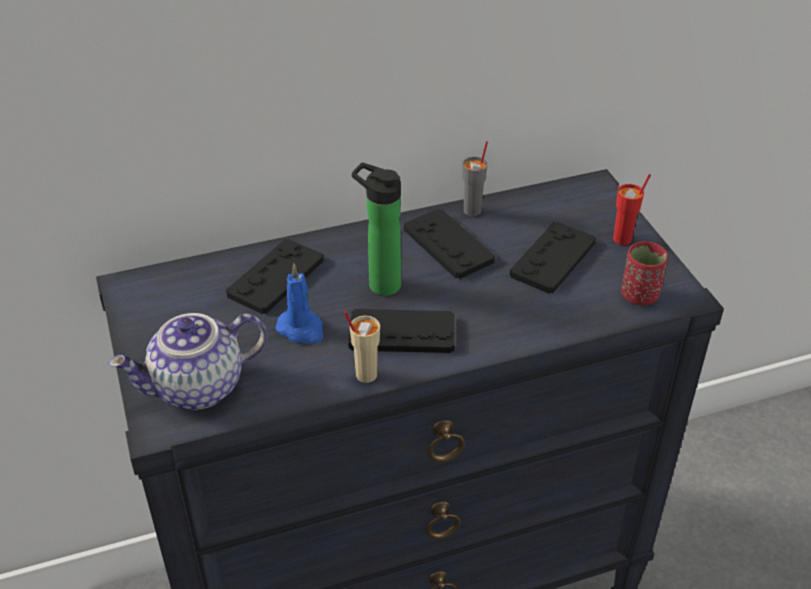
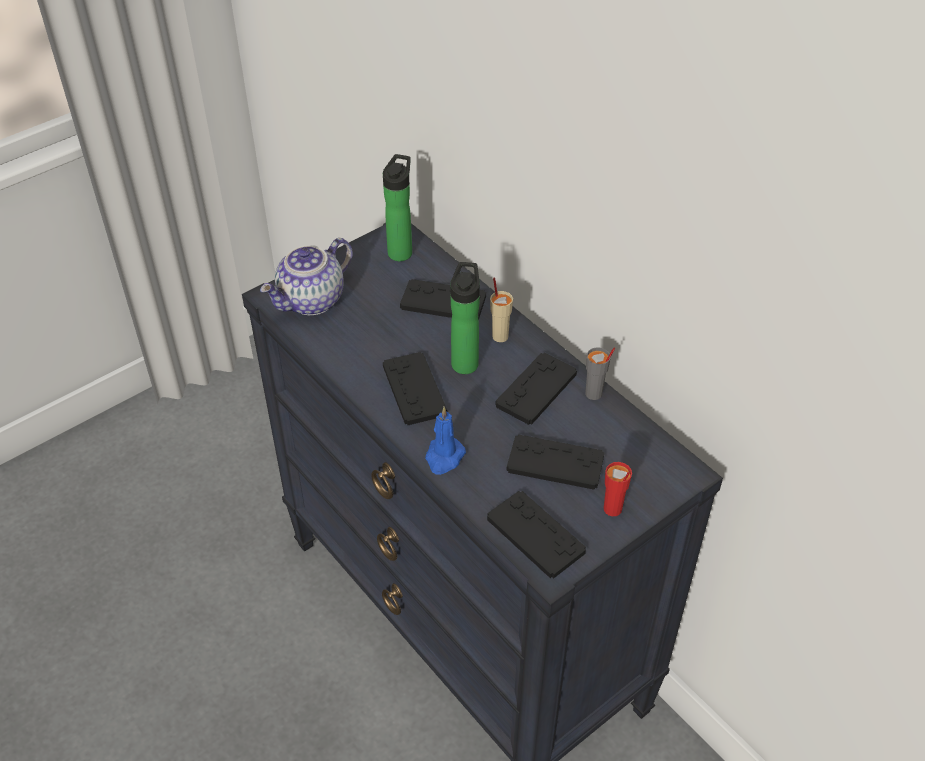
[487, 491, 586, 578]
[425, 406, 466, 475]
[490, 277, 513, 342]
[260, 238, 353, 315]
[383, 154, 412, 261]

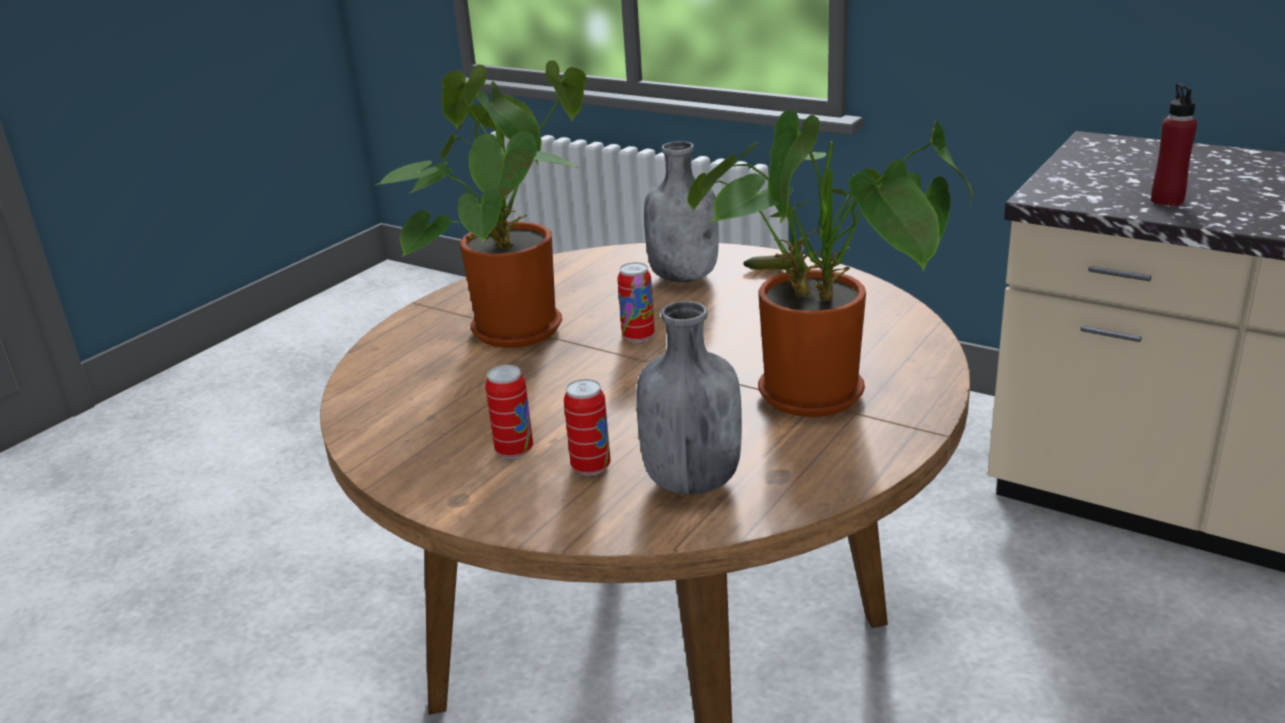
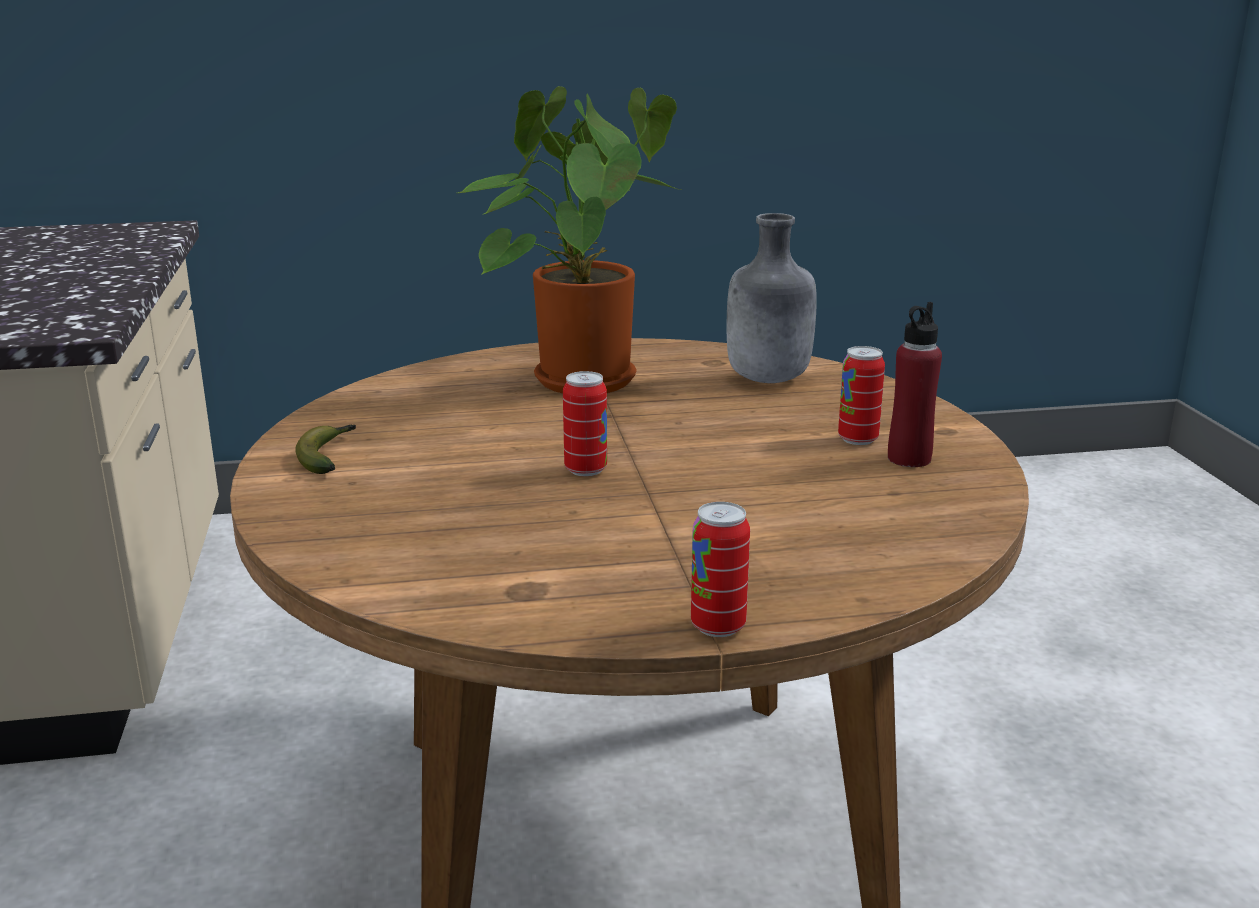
[375, 60, 587, 348] (first image)
[888, 302, 942, 467]
[644, 141, 719, 282] (first image)
[691, 502, 750, 637]

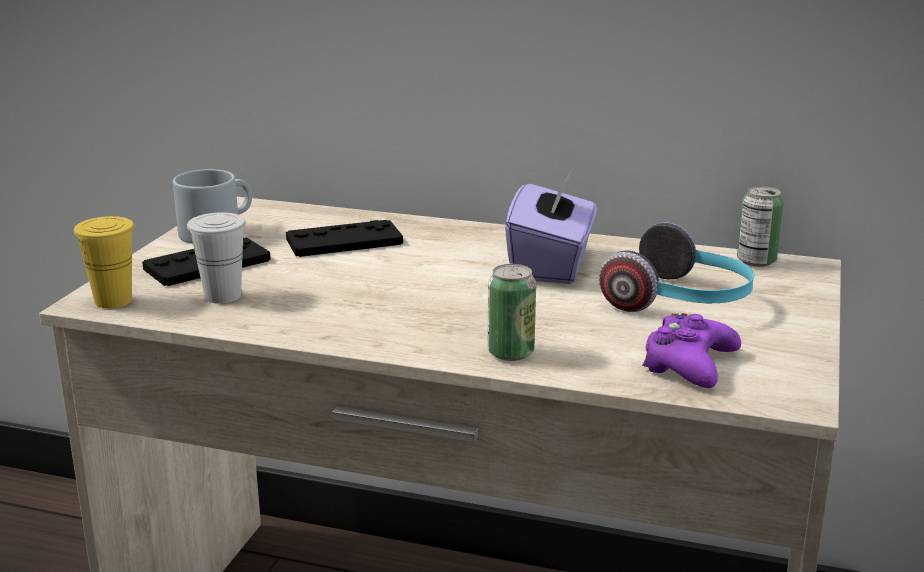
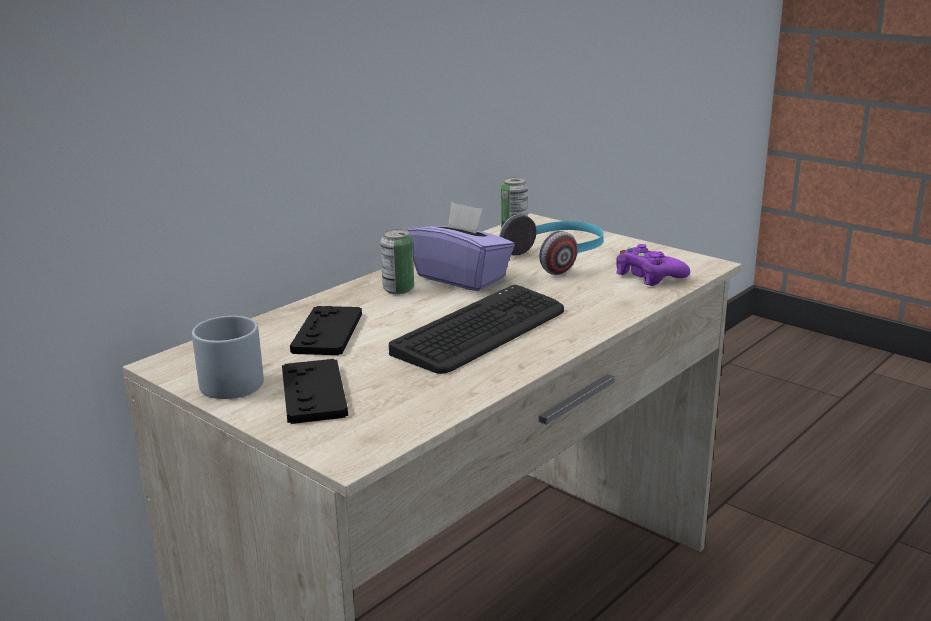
[187, 212, 246, 304] (first image)
[74, 216, 134, 308] (first image)
[380, 229, 414, 294]
[389, 285, 564, 374]

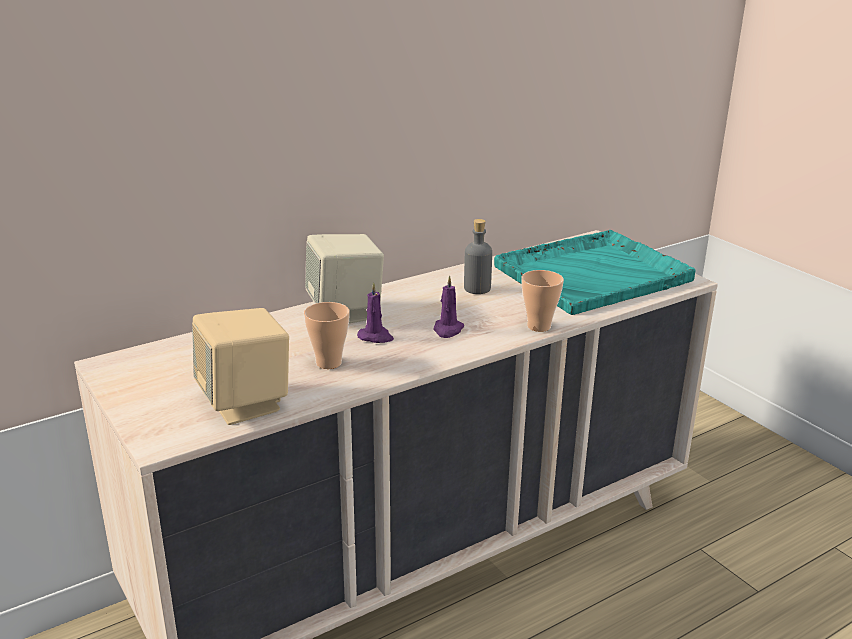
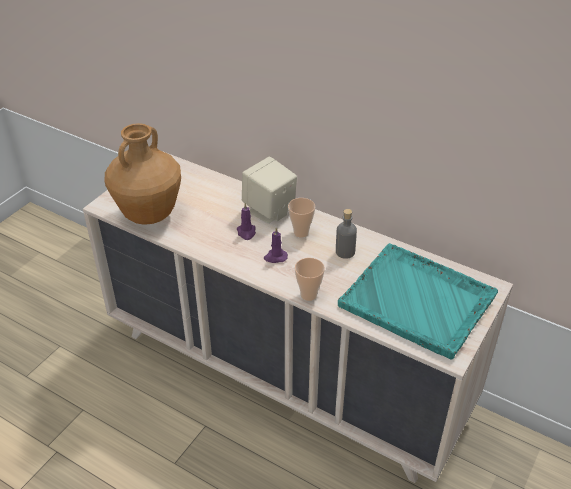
[288, 198, 315, 238]
[104, 123, 181, 225]

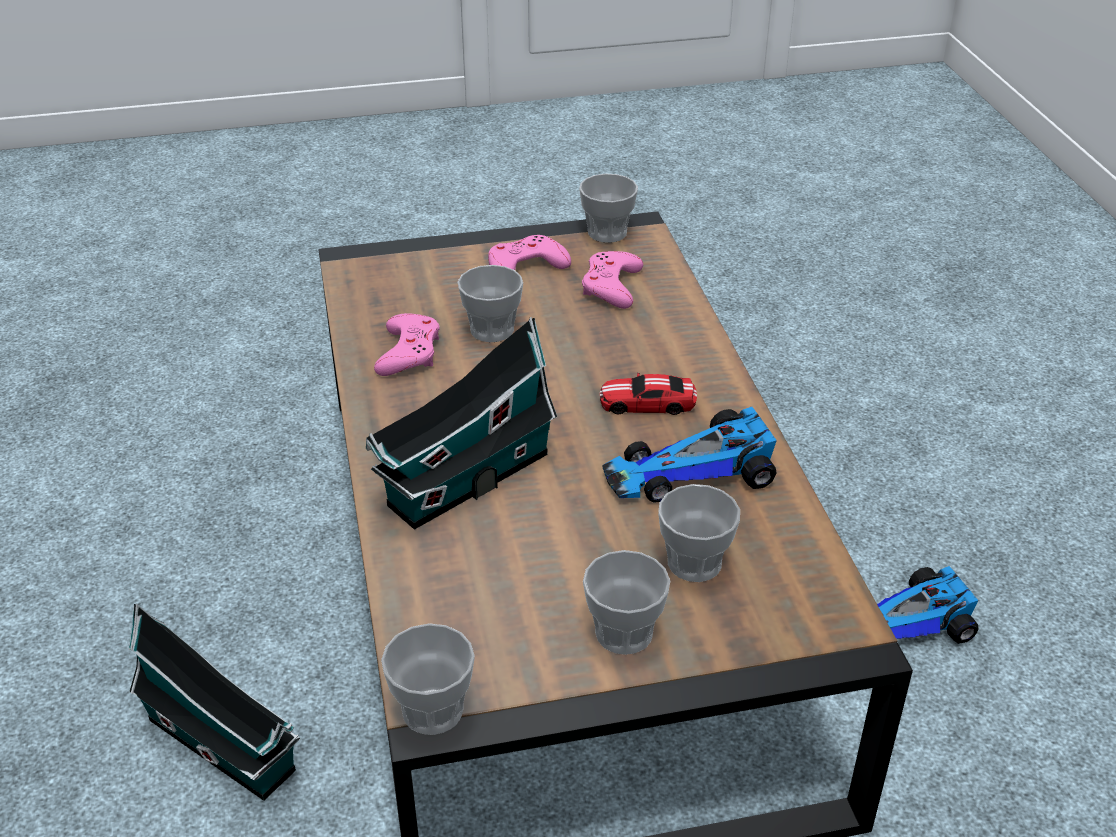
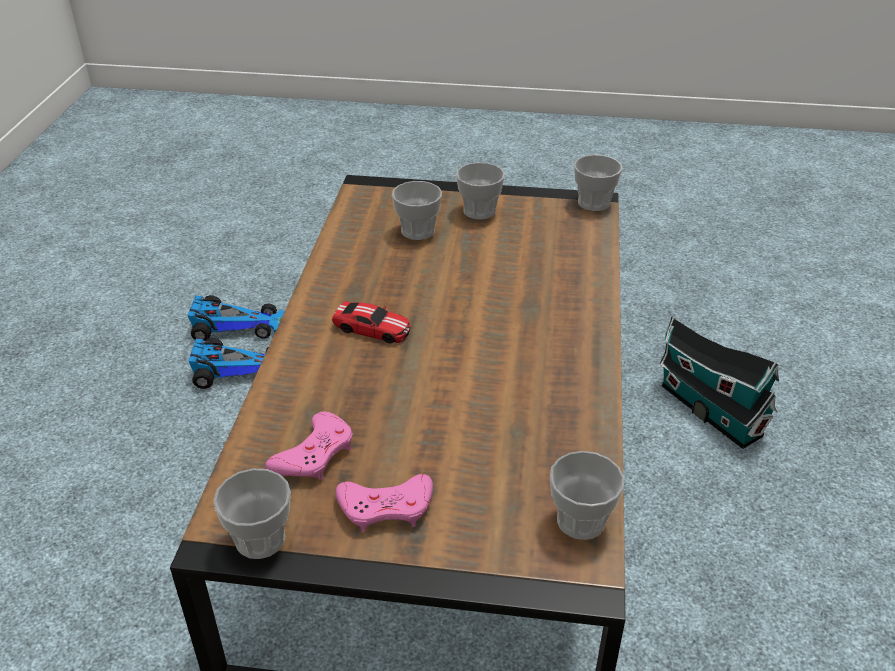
[550, 451, 624, 540]
[374, 313, 439, 376] (first image)
[366, 317, 557, 530] (first image)
[187, 295, 285, 341]

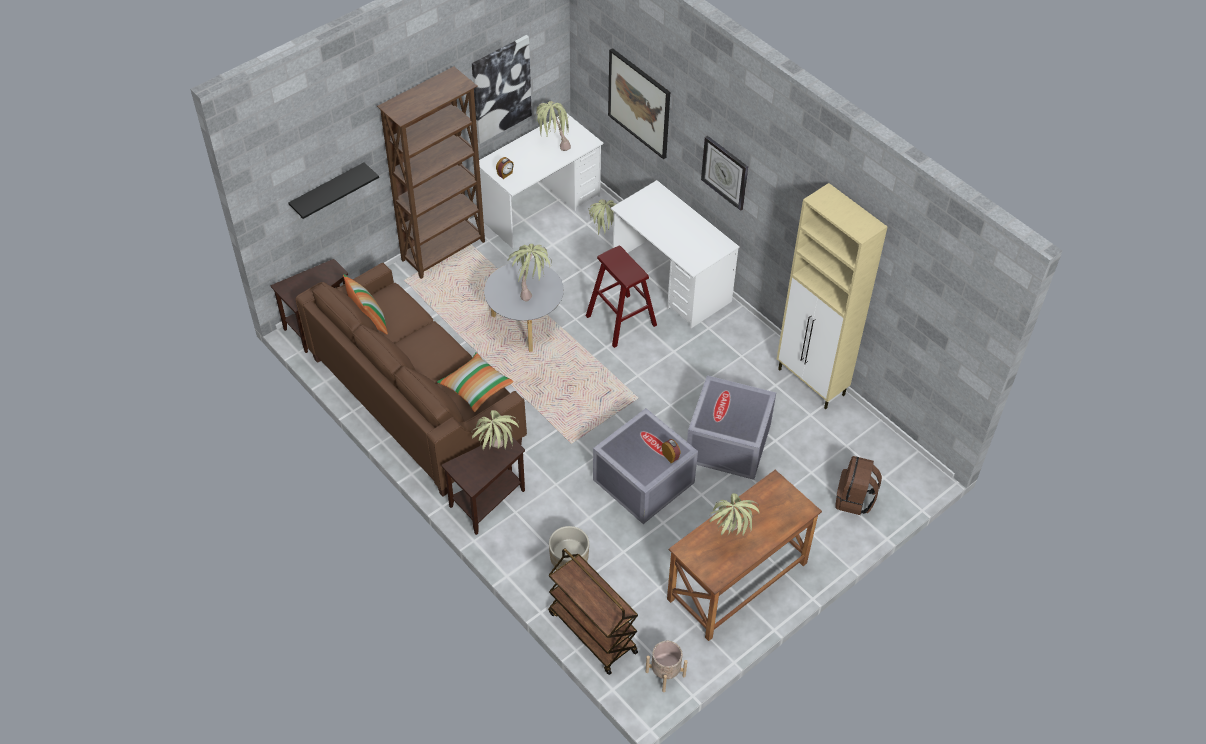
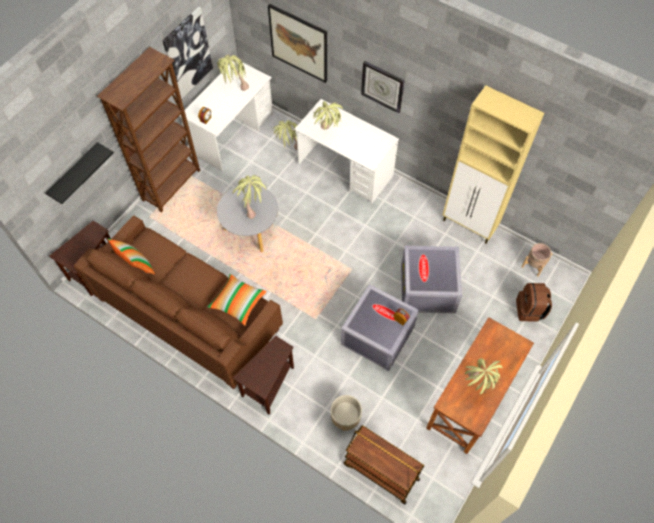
[586, 246, 657, 348] (first image)
[313, 101, 343, 130]
[522, 243, 552, 277]

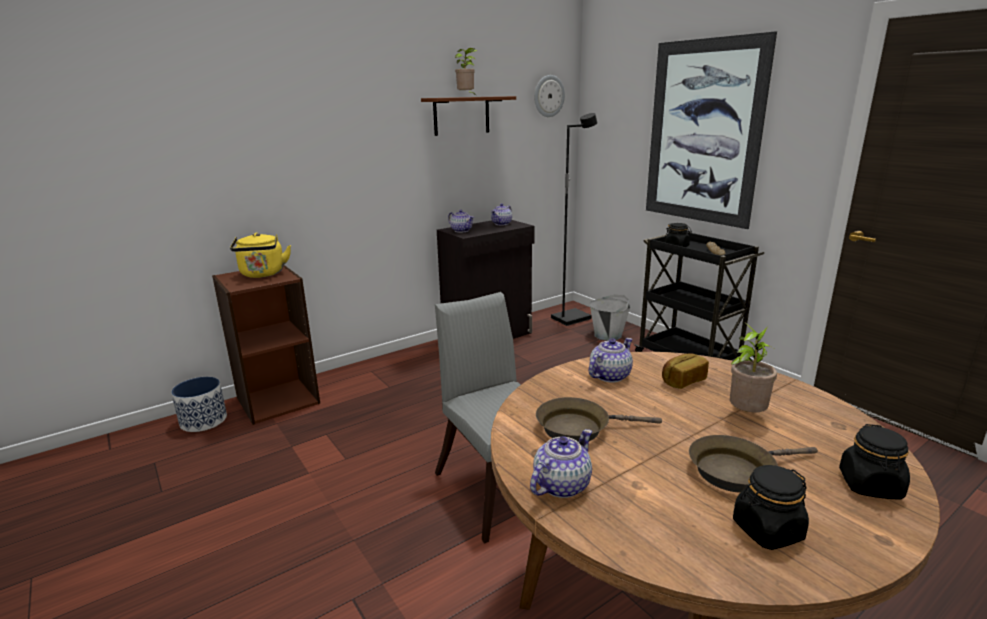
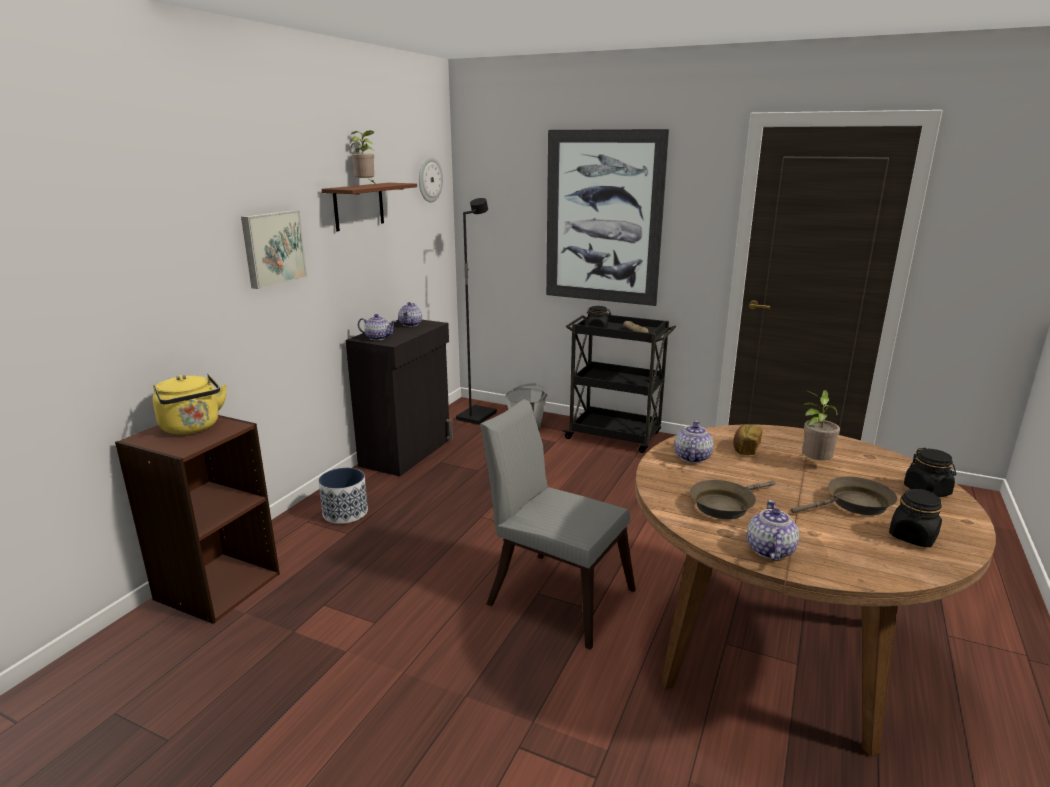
[318, 468, 368, 524]
[791, 476, 898, 515]
[241, 210, 307, 289]

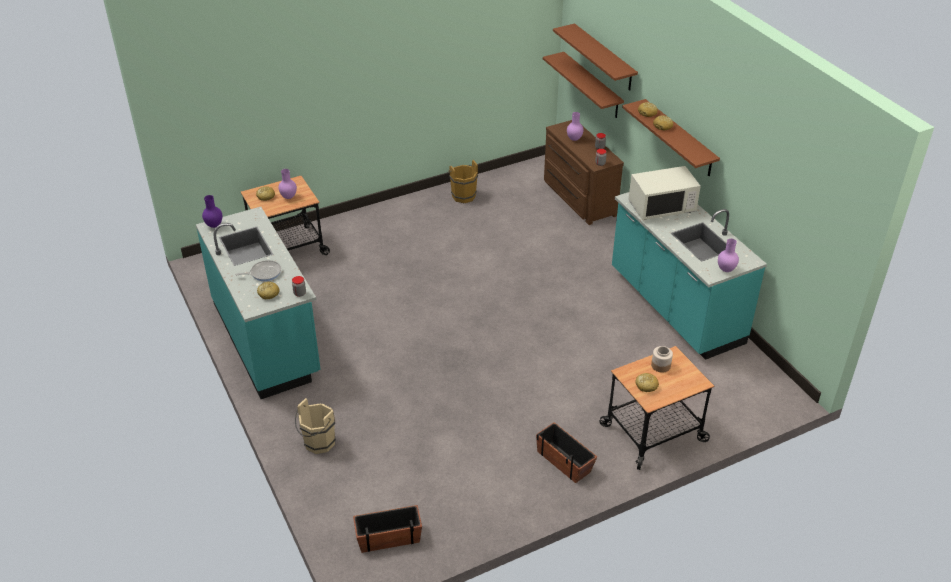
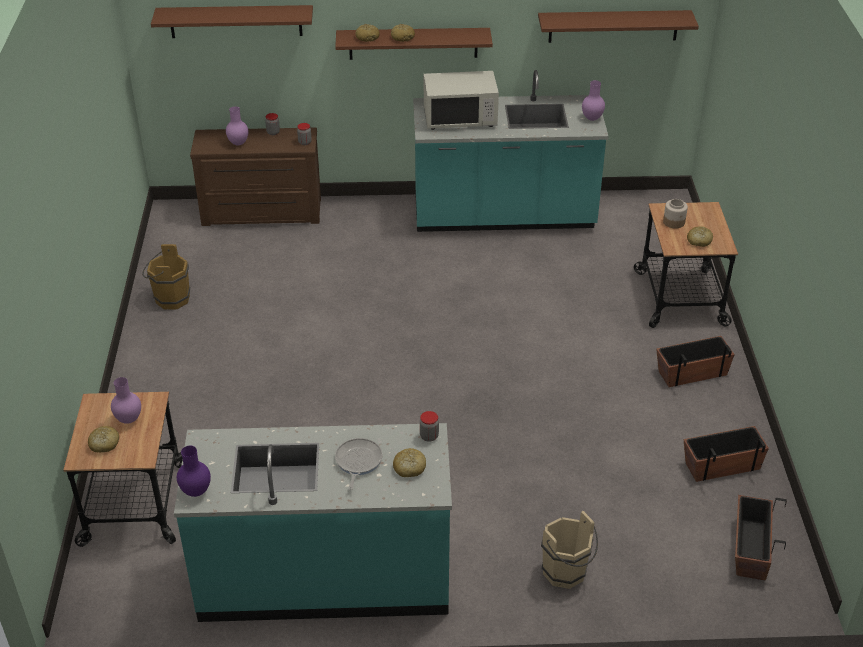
[538, 10, 699, 43]
[424, 71, 499, 130]
[684, 426, 769, 482]

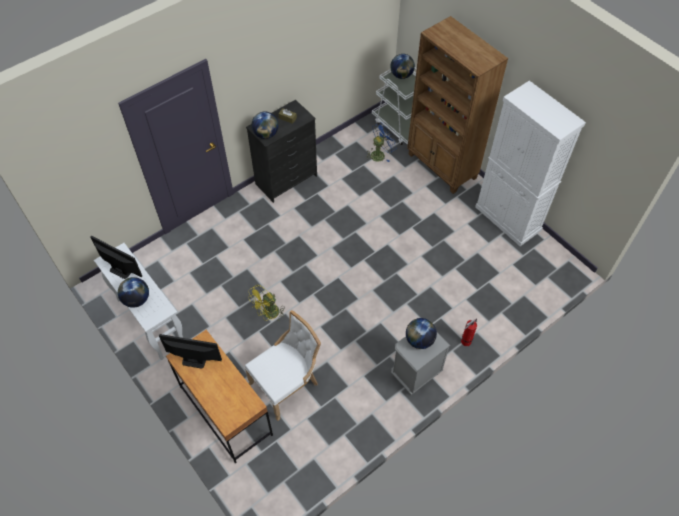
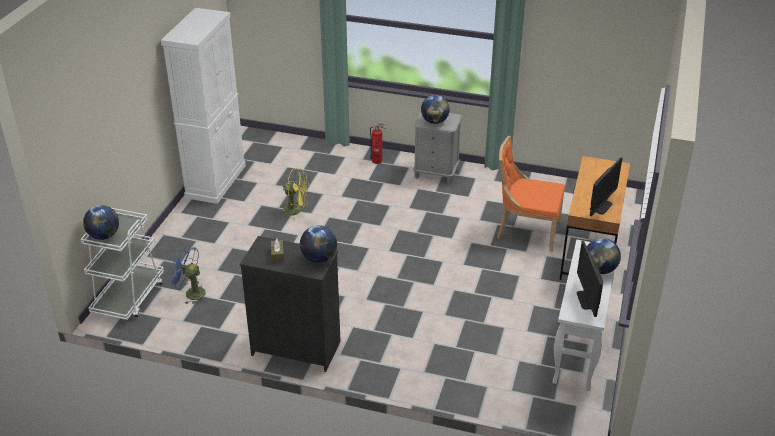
[407, 16, 508, 194] (first image)
[279, 168, 310, 220]
[498, 136, 565, 252]
[590, 157, 623, 216]

